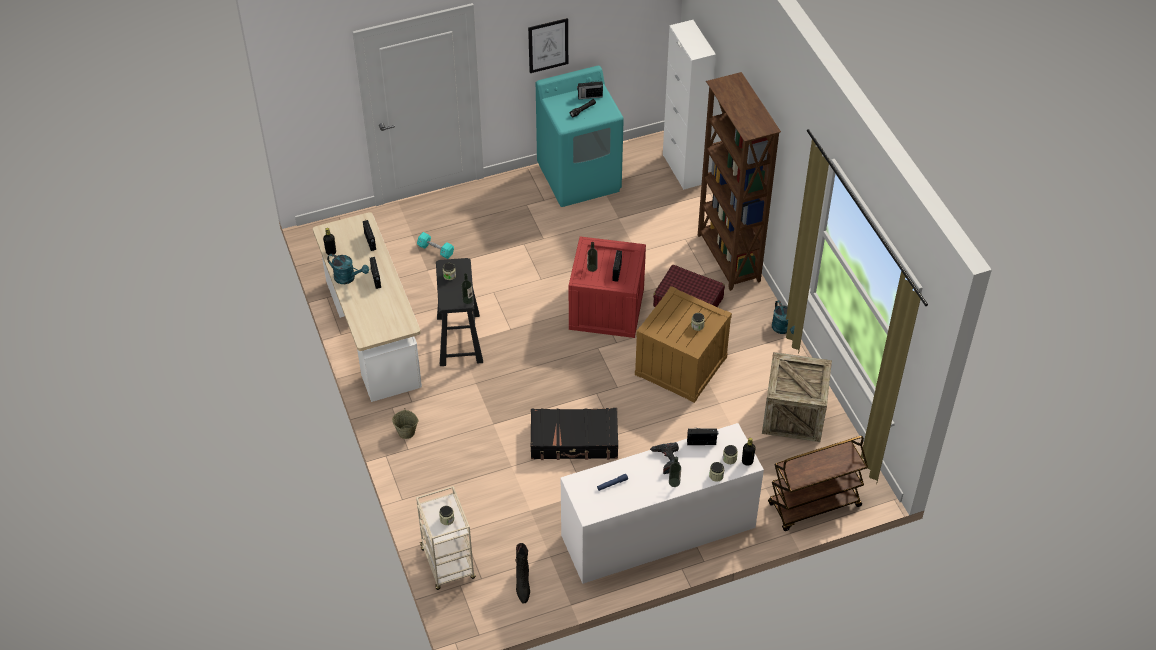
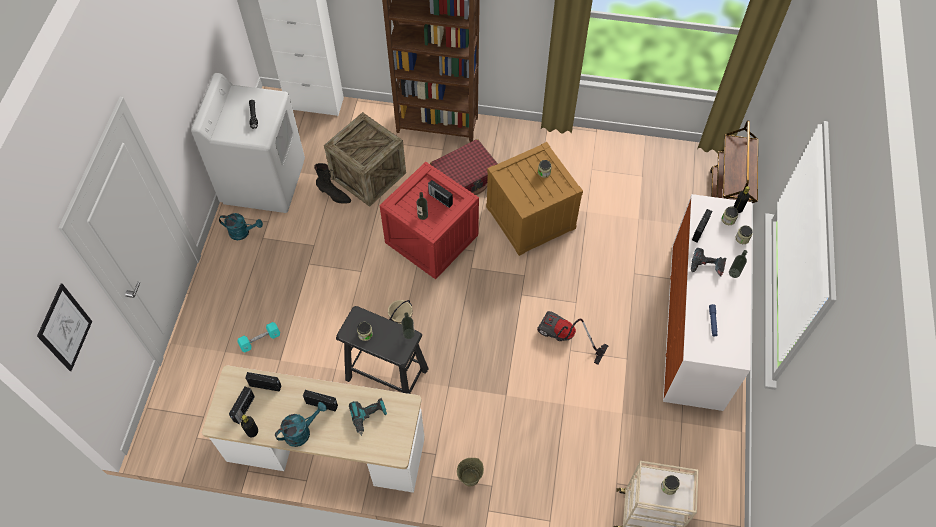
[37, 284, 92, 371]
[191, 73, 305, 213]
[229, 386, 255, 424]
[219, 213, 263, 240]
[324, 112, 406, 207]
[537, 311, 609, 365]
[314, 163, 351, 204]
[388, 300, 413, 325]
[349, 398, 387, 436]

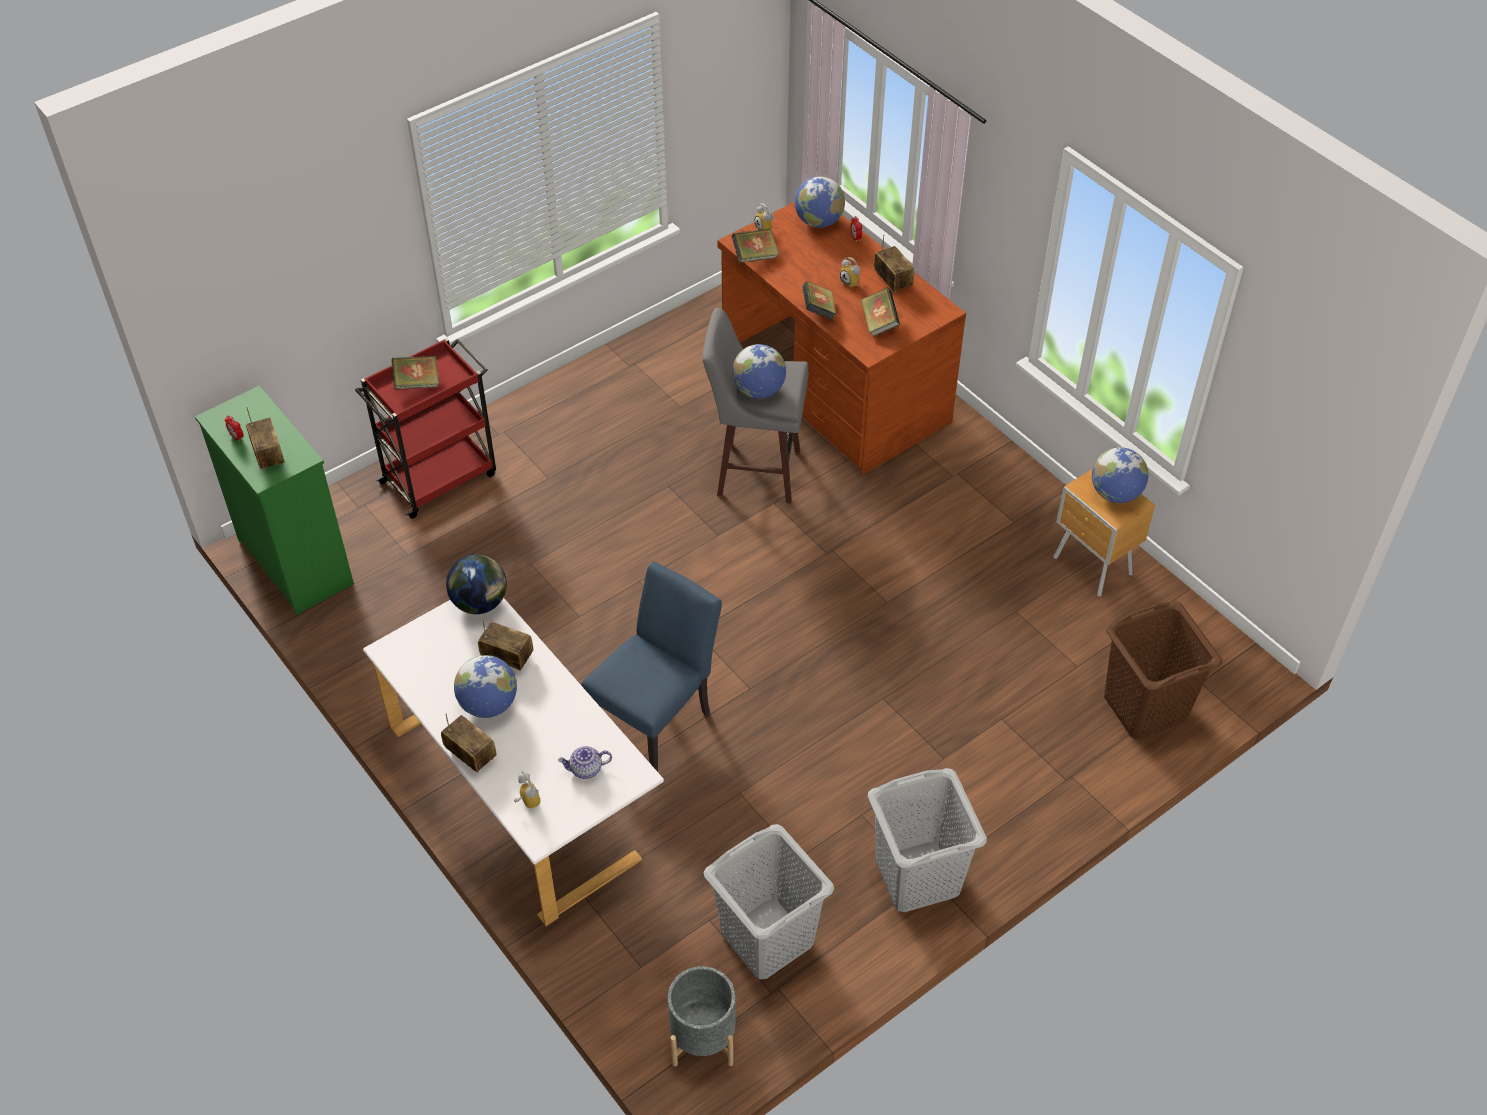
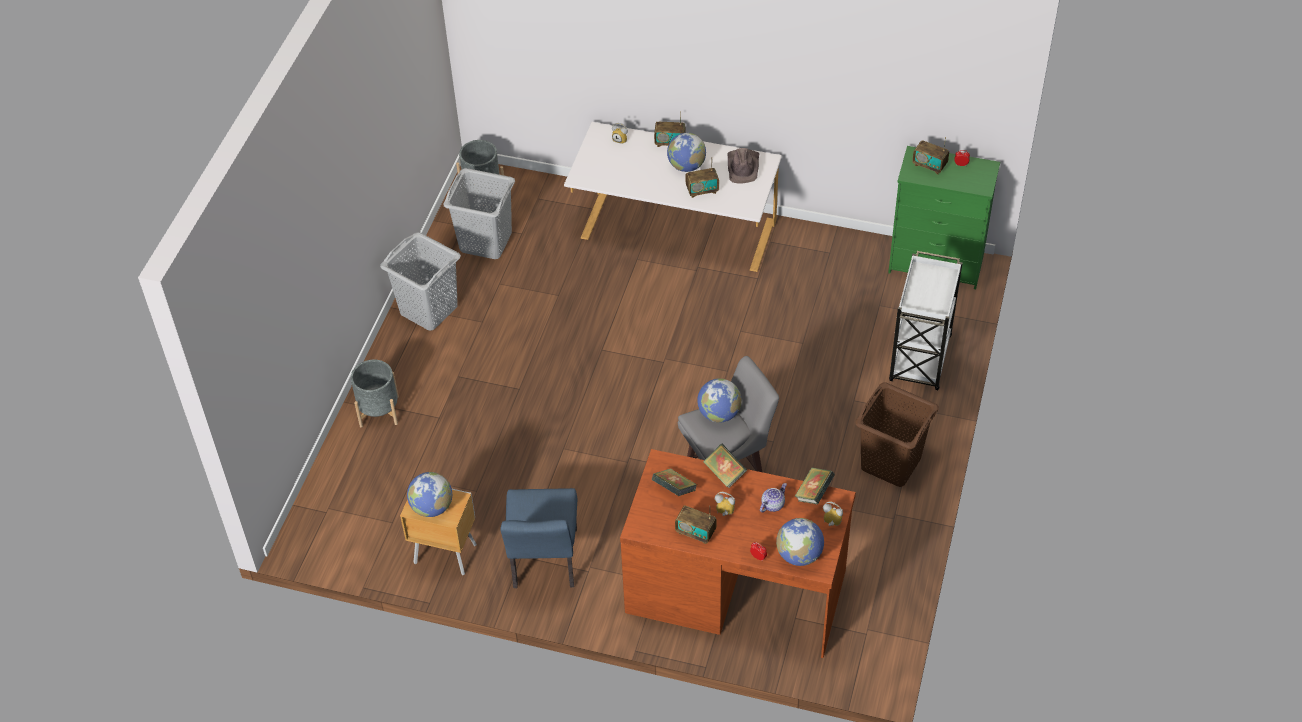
[889, 251, 963, 390]
[391, 356, 439, 389] (first image)
[446, 554, 507, 614] (first image)
[500, 488, 577, 588]
[856, 383, 939, 487]
[760, 483, 787, 512]
[728, 148, 759, 184]
[351, 360, 399, 427]

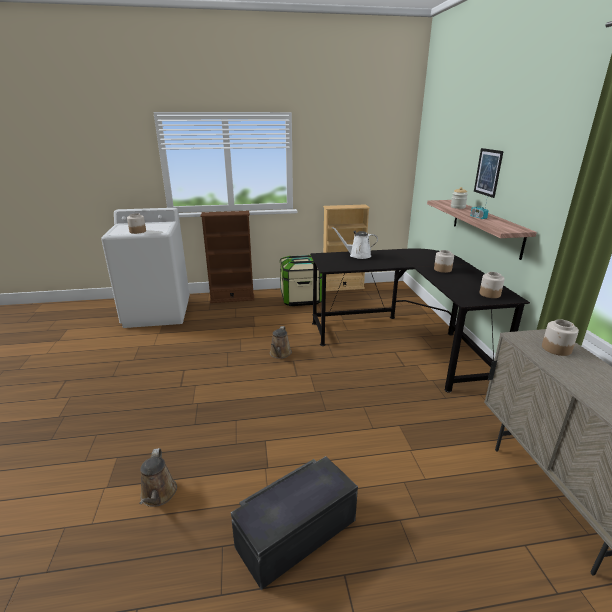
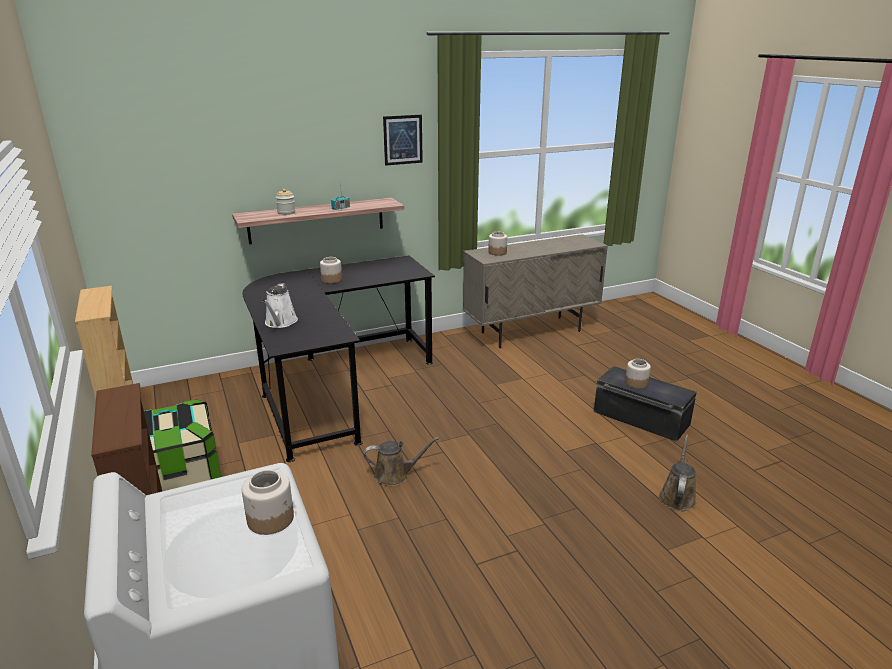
[383, 115, 423, 166]
[625, 359, 651, 389]
[659, 435, 696, 511]

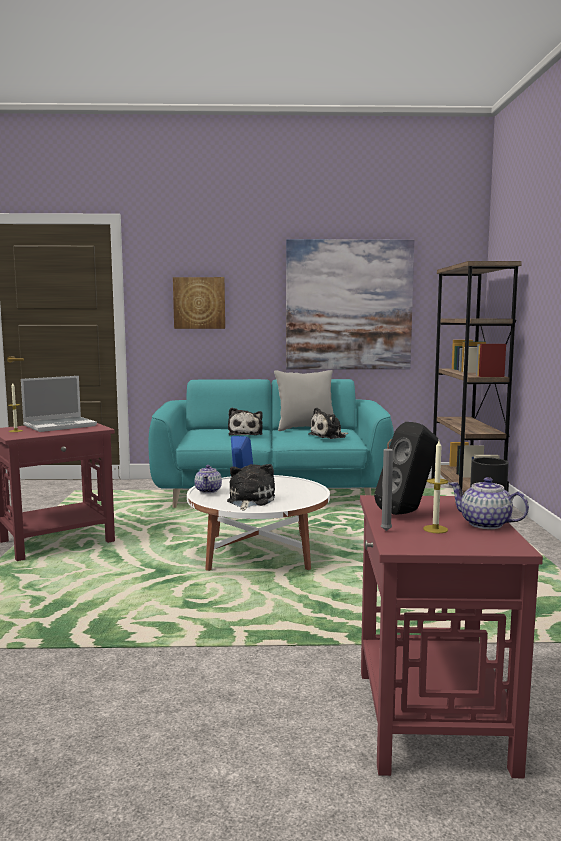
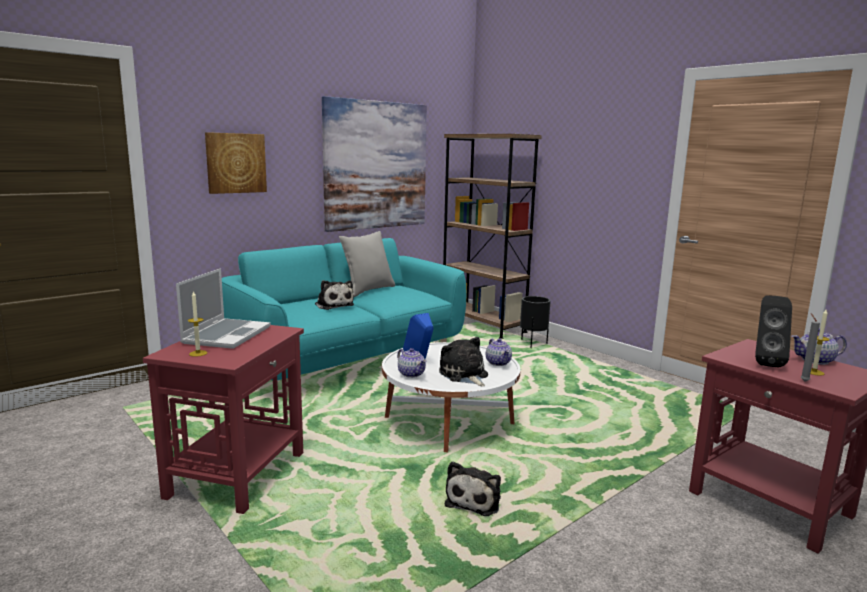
[445, 462, 501, 516]
[486, 338, 512, 366]

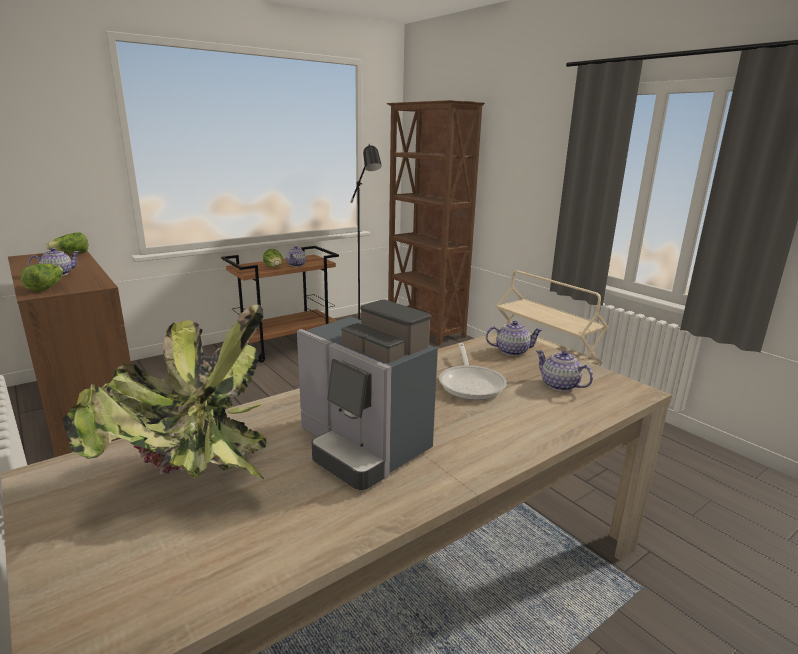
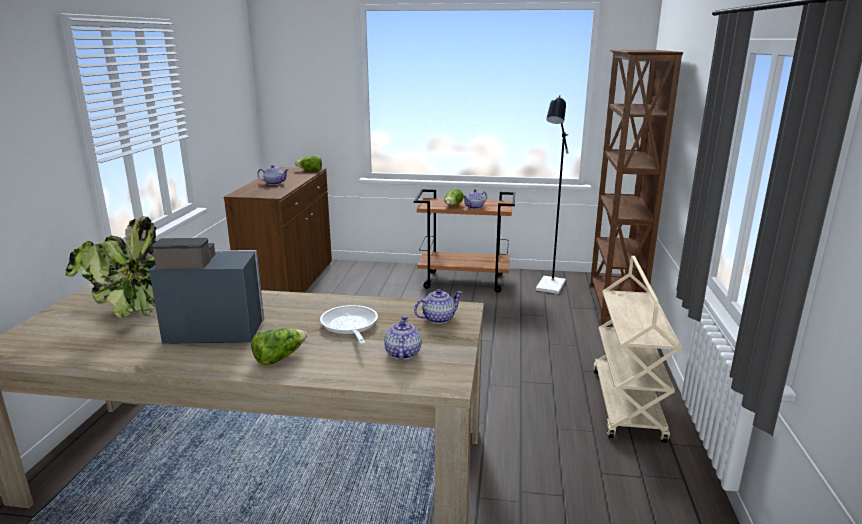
[251, 328, 307, 365]
[149, 238, 264, 344]
[414, 289, 463, 324]
[320, 305, 378, 344]

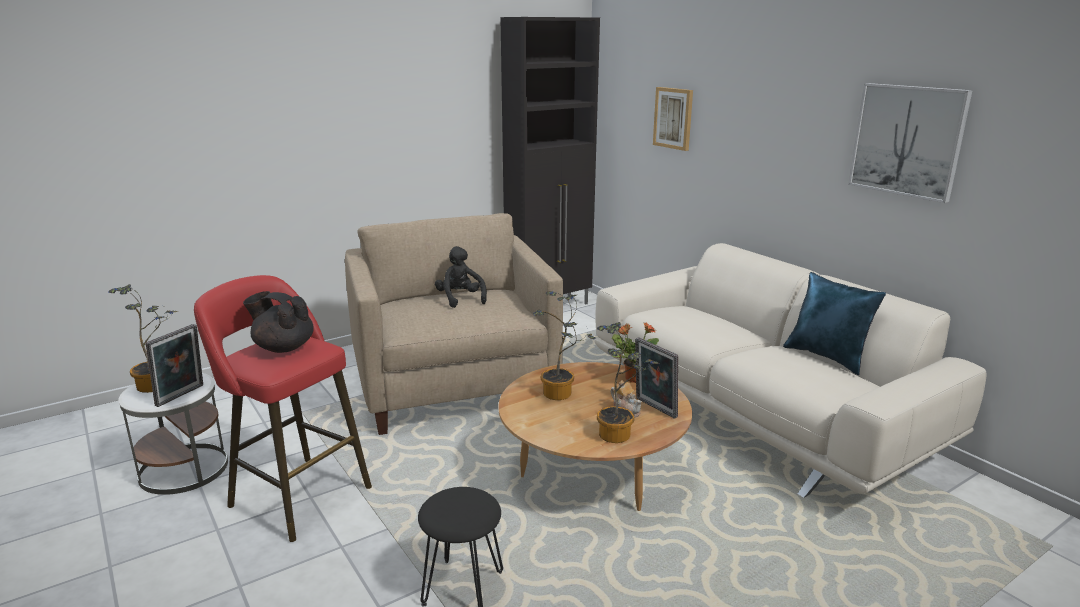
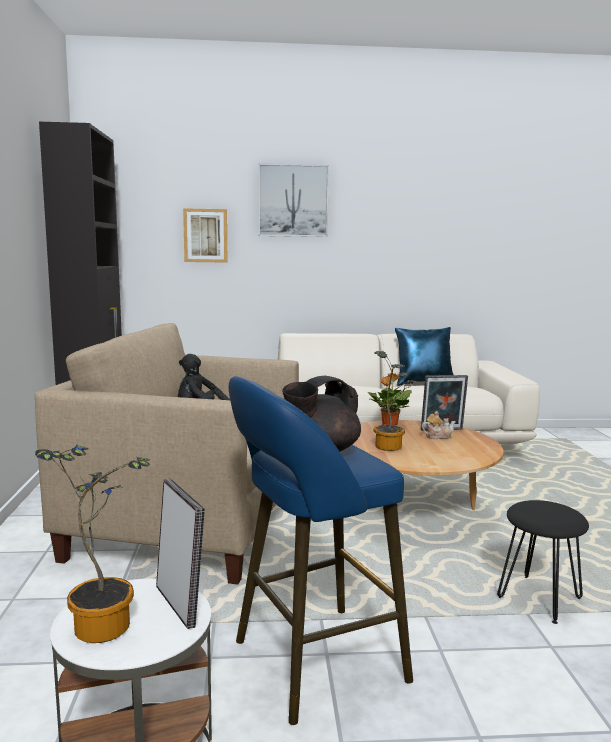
[258, 163, 329, 237]
[229, 376, 413, 725]
[597, 322, 660, 443] (first image)

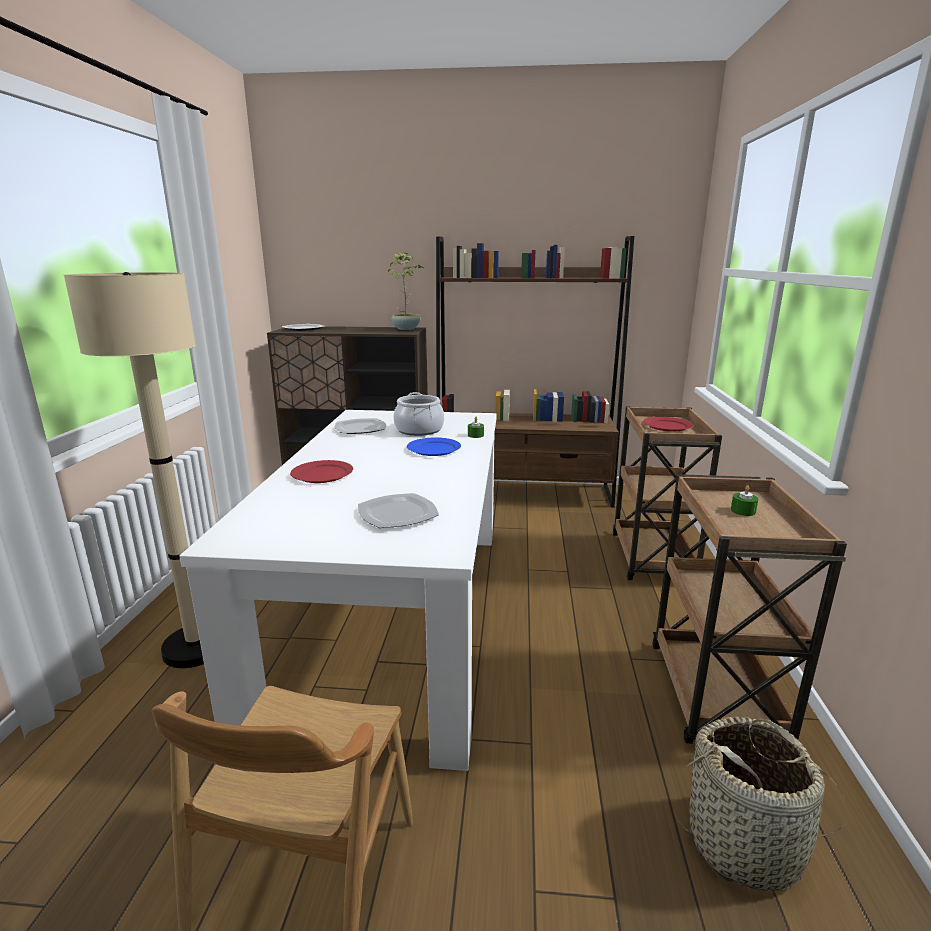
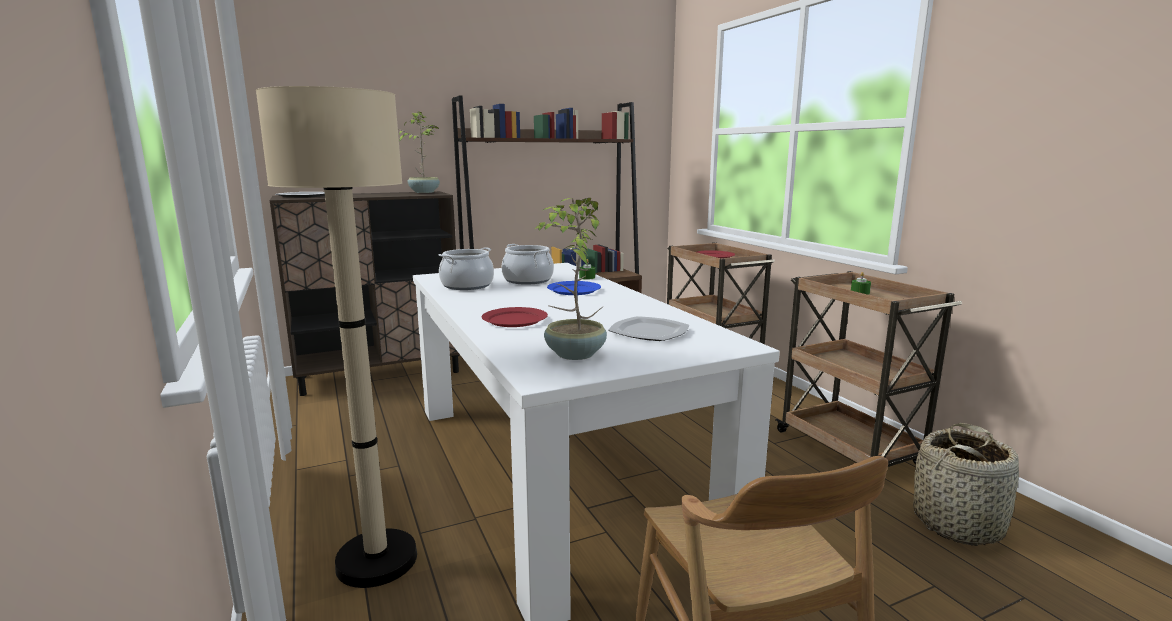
[438, 247, 494, 290]
[535, 198, 607, 360]

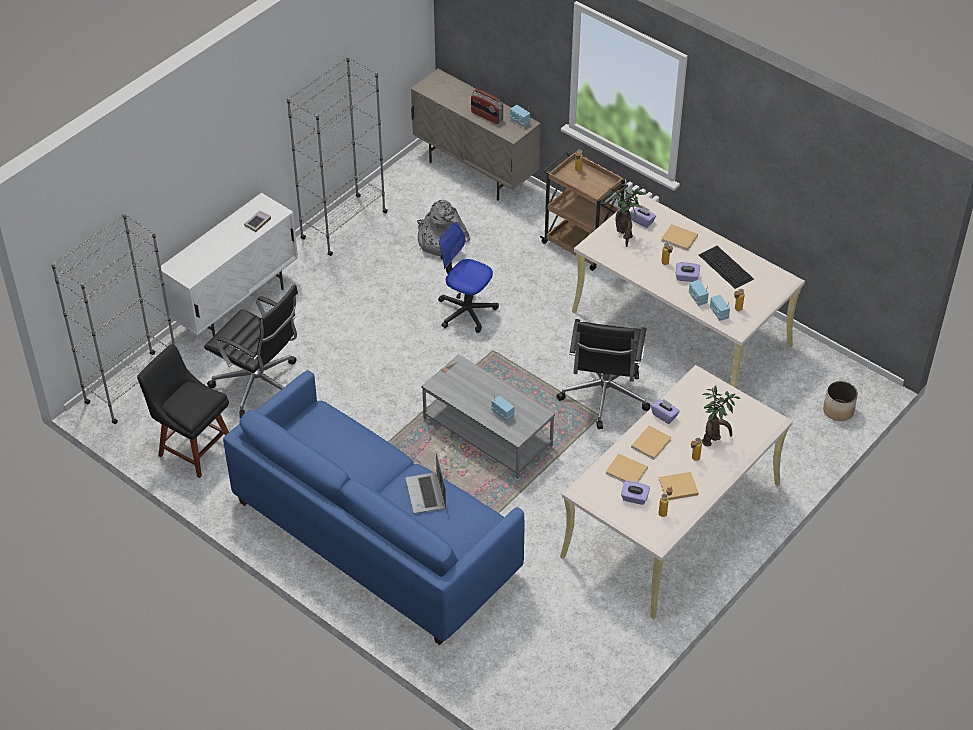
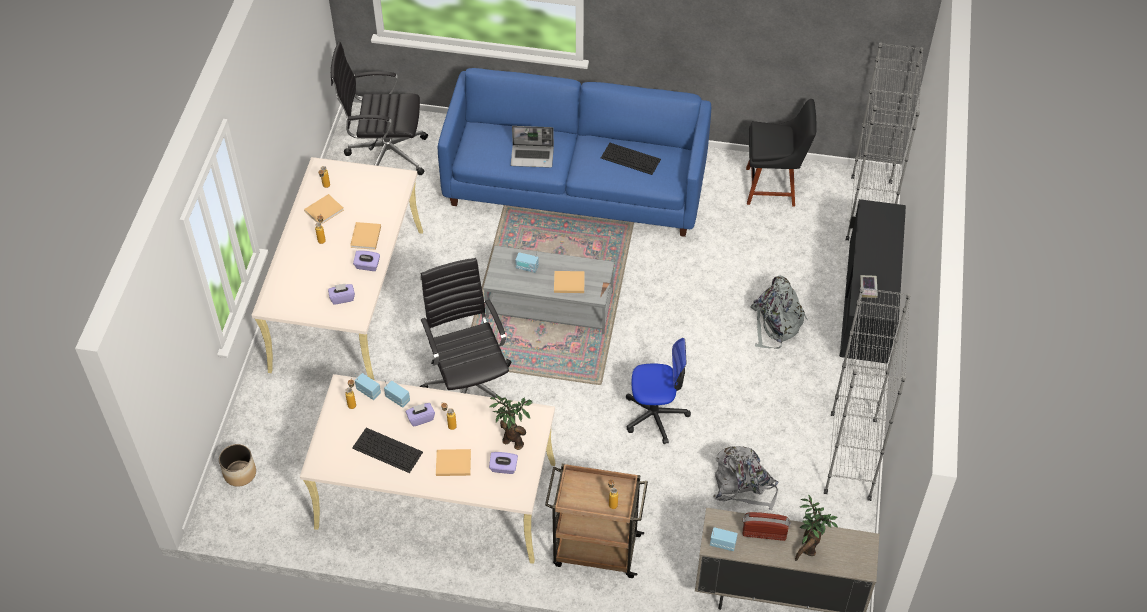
[839, 199, 906, 364]
[331, 42, 428, 175]
[795, 494, 838, 561]
[511, 126, 554, 168]
[554, 271, 585, 293]
[328, 284, 355, 305]
[601, 143, 661, 175]
[750, 276, 808, 349]

